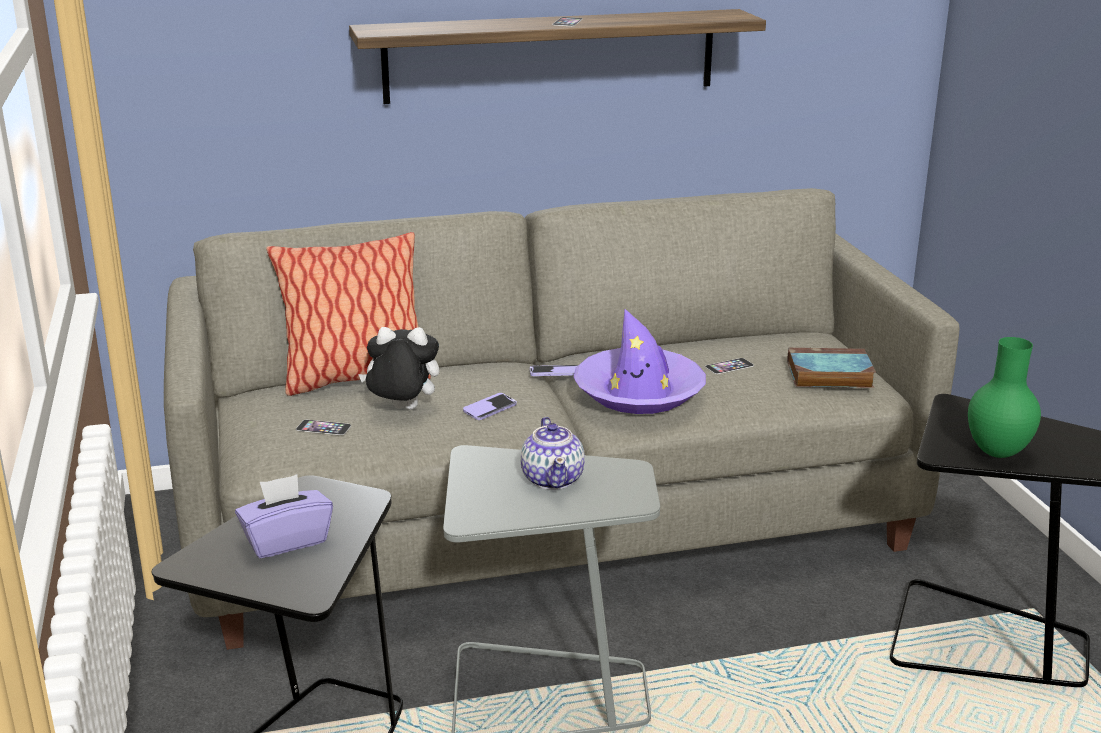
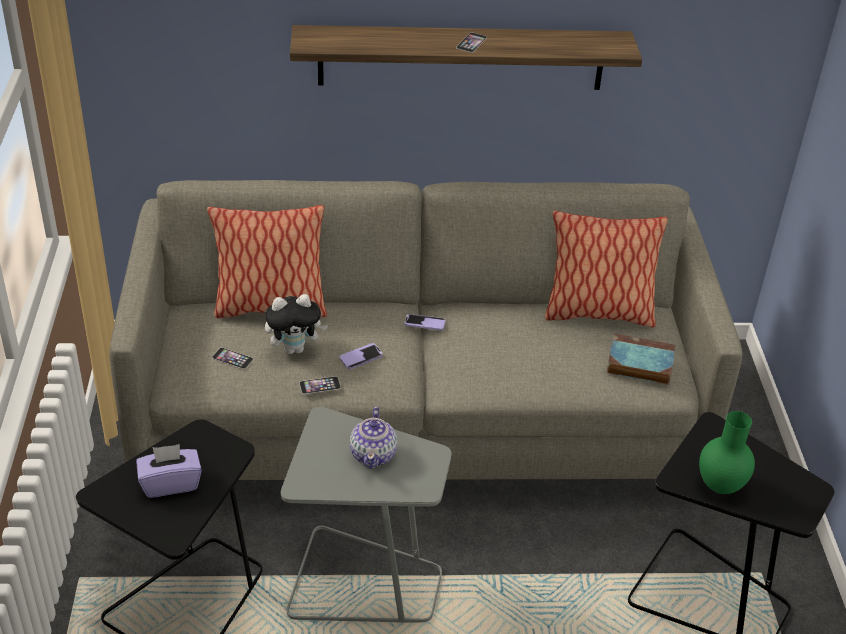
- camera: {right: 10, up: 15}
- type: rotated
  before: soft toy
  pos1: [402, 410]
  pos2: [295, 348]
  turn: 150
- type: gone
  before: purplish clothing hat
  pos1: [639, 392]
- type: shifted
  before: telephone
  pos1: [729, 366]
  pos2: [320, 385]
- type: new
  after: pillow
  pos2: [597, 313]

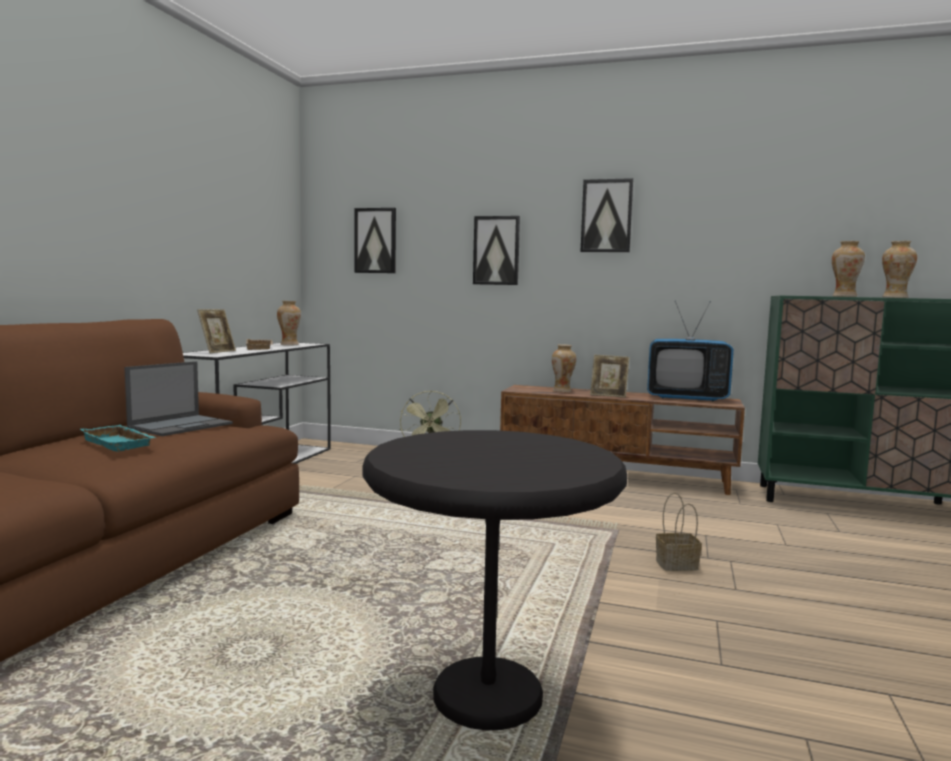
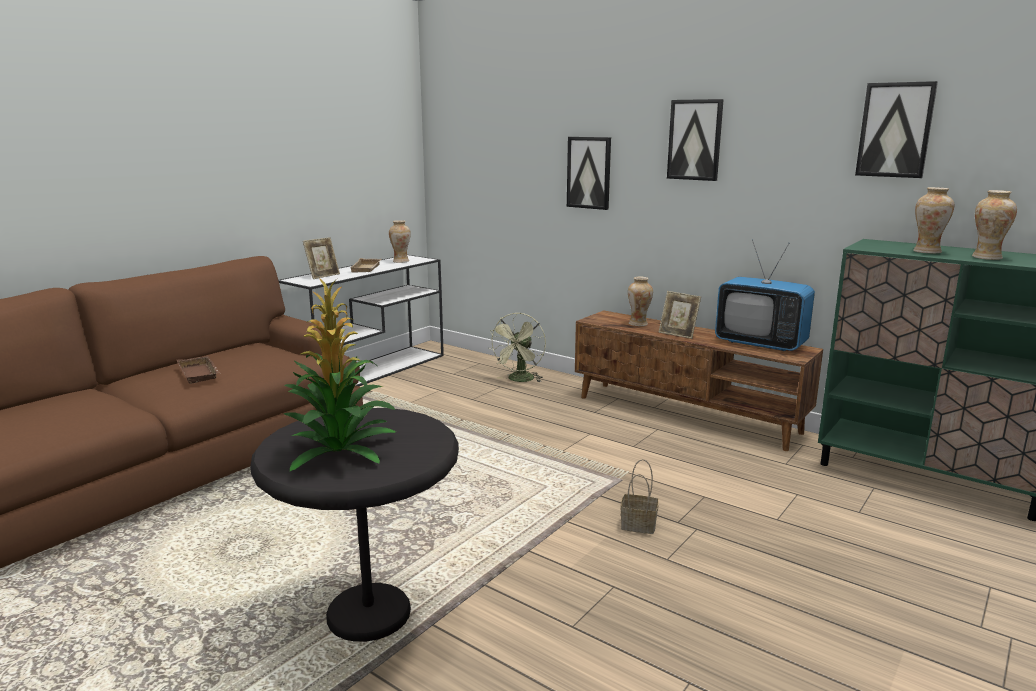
- camera: {right: 20, up: 10}
- type: repainted
  before: turquoise-coloured serving tray
  after: brown-coloured serving tray
  pos1: [121, 443]
  pos2: [201, 373]
- type: gone
  before: laptop
  pos1: [181, 426]
- type: shifted
  before: wall picture
  pos1: [375, 241]
  pos2: [895, 130]
- type: new
  after: houseplant
  pos2: [341, 450]

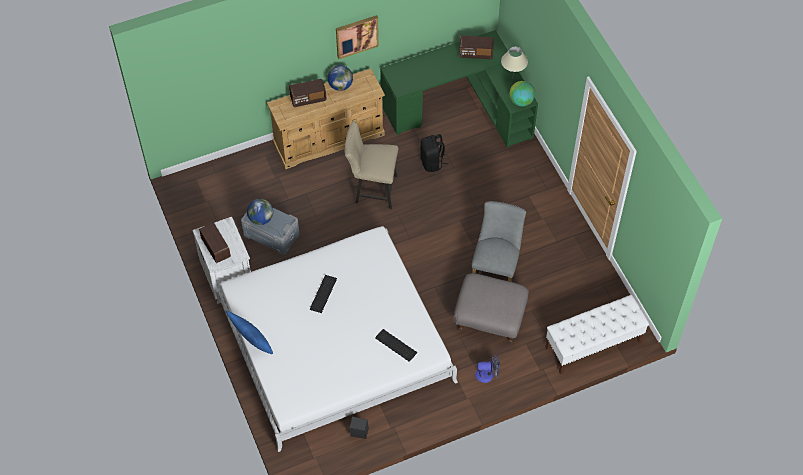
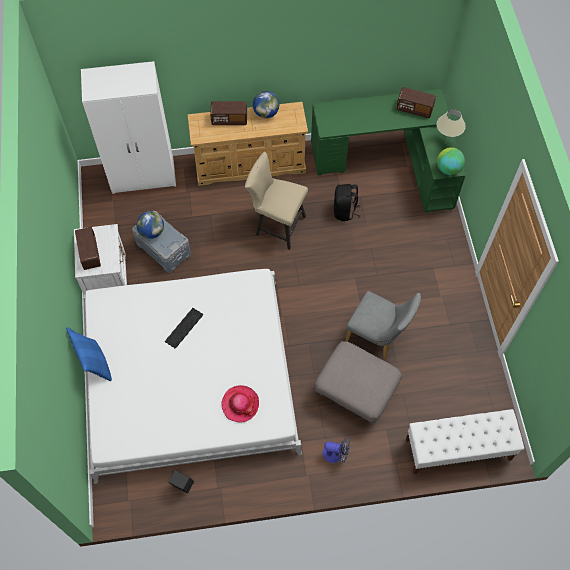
- camera: {right: 15, up: 5}
- type: gone
  before: wall picture
  pos1: [356, 36]
- type: swapped
  before: PC keyboard
  after: clothing hat
  pos1: [395, 345]
  pos2: [240, 404]
- type: rotated
  before: greyish upright chair
  pos1: [496, 267]
  pos2: [378, 337]
  turn: 90
- type: new
  after: white-coloured wardrobe
  pos2: [144, 177]

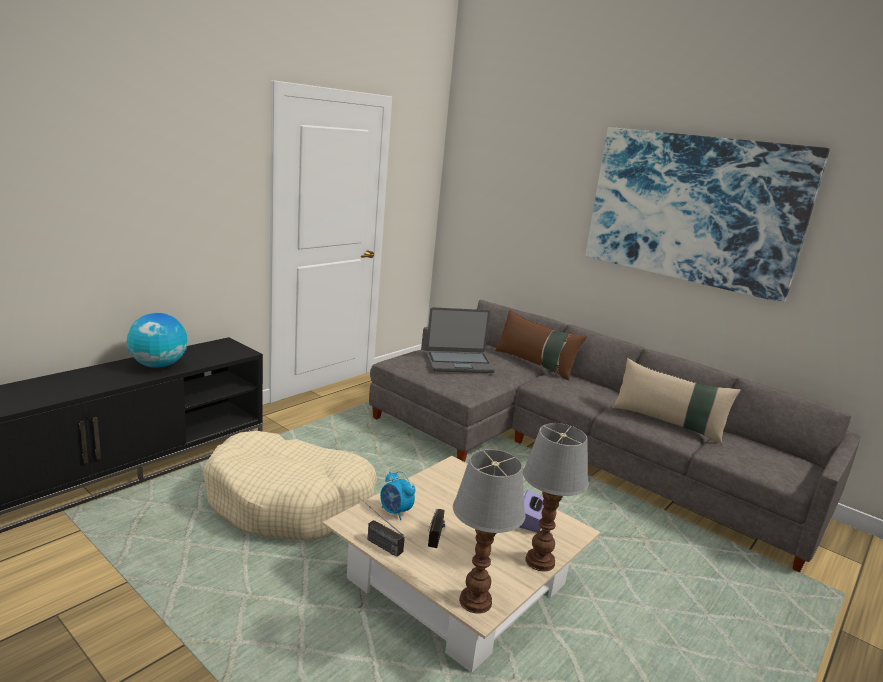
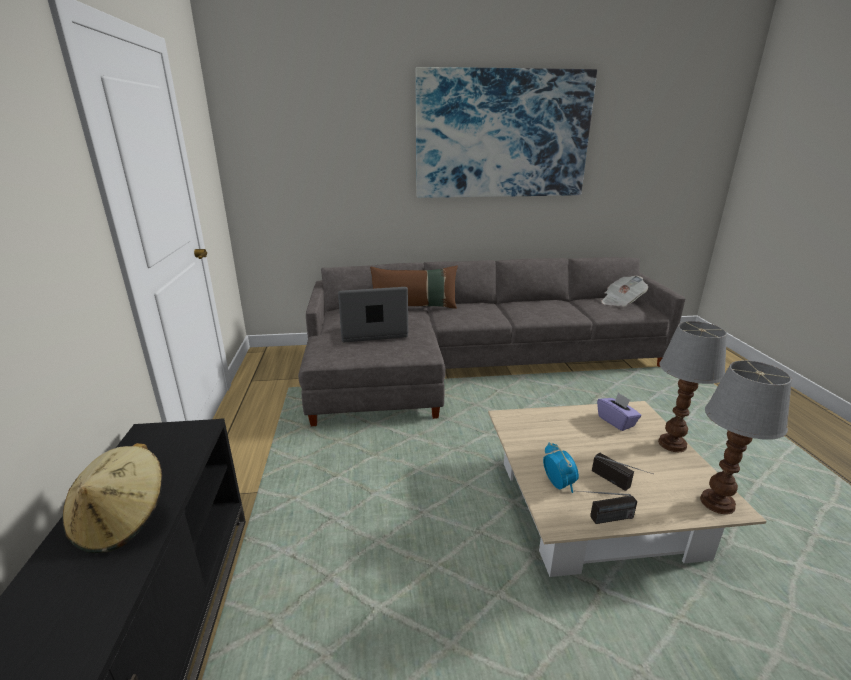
- camera: {right: -45, up: 5}
- type: swapped
  before: desk globe
  after: beige clothing hat
  pos1: [158, 366]
  pos2: [122, 521]
- type: gone
  before: beige pet bed
  pos1: [290, 502]
- type: rotated
  before: bedside clock
  pos1: [395, 512]
  pos2: [558, 484]
  turn: -105
- type: rotated
  before: laptop
  pos1: [459, 363]
  pos2: [373, 331]
  turn: -135
- type: gone
  before: beige pillow
  pos1: [667, 422]
- type: new
  after: printed paper
  pos2: [621, 302]

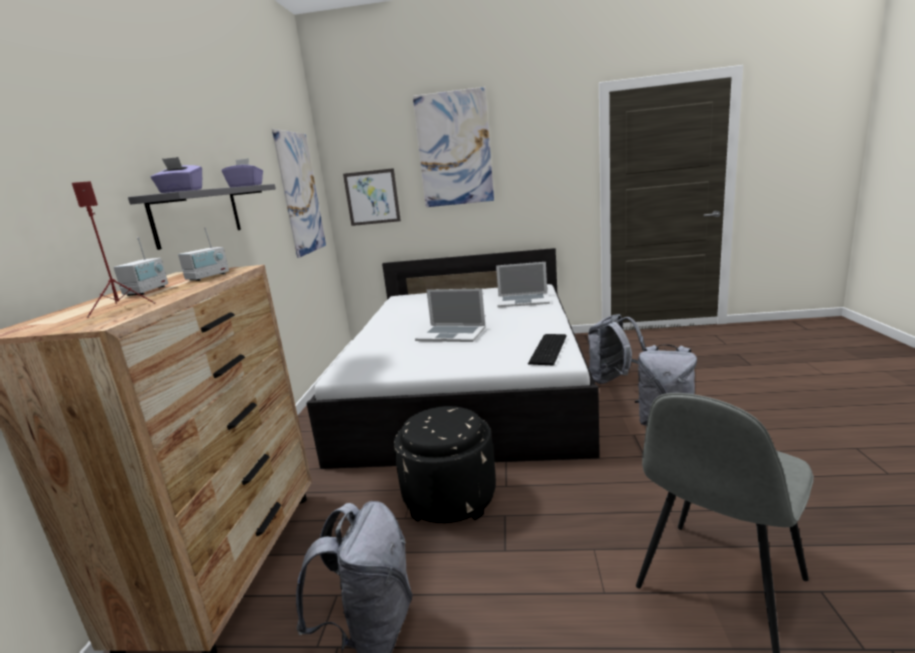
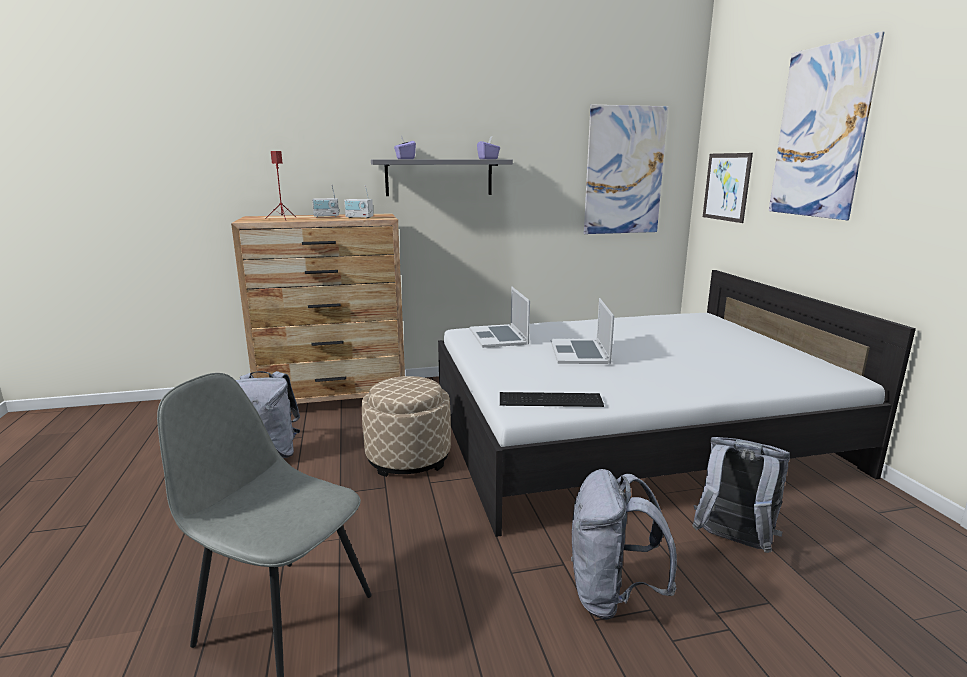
- camera: {right: 70, up: 0}
- type: repainted
  before: blackish ottoman
  after: beige ottoman
  pos1: [450, 497]
  pos2: [408, 457]
- type: shifted
  before: laptop
  pos1: [523, 300]
  pos2: [498, 336]

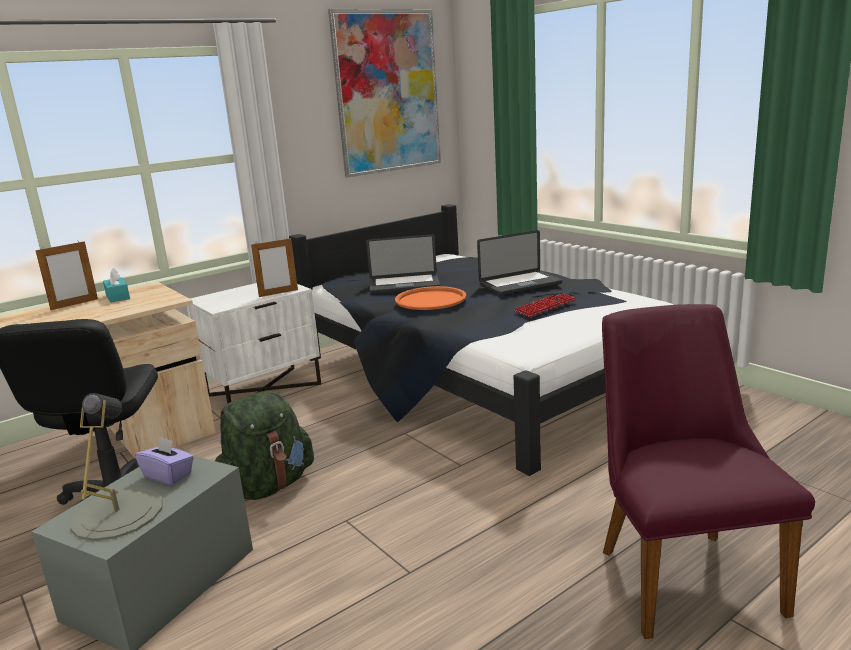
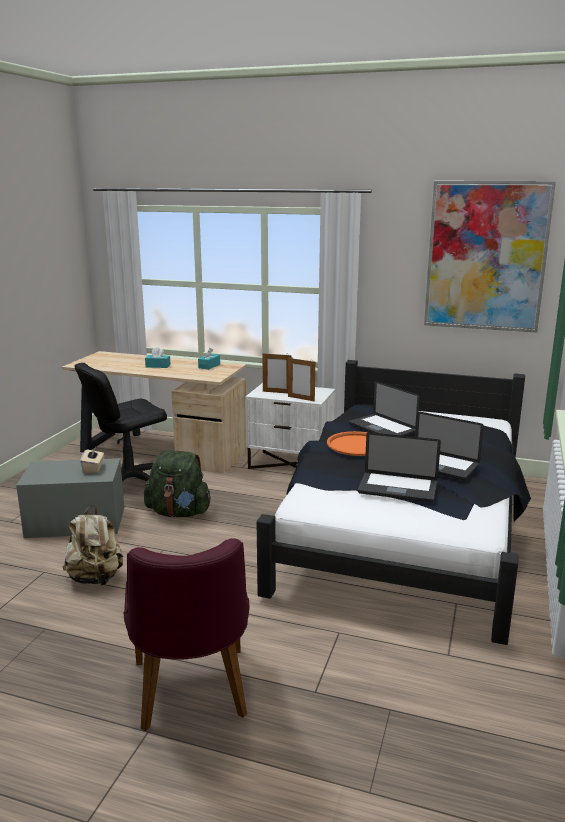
- camera: {right: 55, up: 0}
- type: shifted
  before: photo frame
  pos1: [74, 304]
  pos2: [277, 392]
- type: gone
  before: greyish tabletop lamp
  pos1: [117, 514]
- type: repainted
  before: purplish box of tissues
  after: beige box of tissues
  pos1: [168, 475]
  pos2: [93, 468]
- type: swapped
  before: PC keyboard
  after: laptop
  pos1: [545, 306]
  pos2: [397, 488]
- type: rotated
  before: purplish upright chair
  pos1: [679, 570]
  pos2: [191, 696]
  turn: 120
- type: new
  after: beige knapsack
  pos2: [96, 578]
- type: new
  after: turquoise-coloured box of tissues
  pos2: [158, 366]

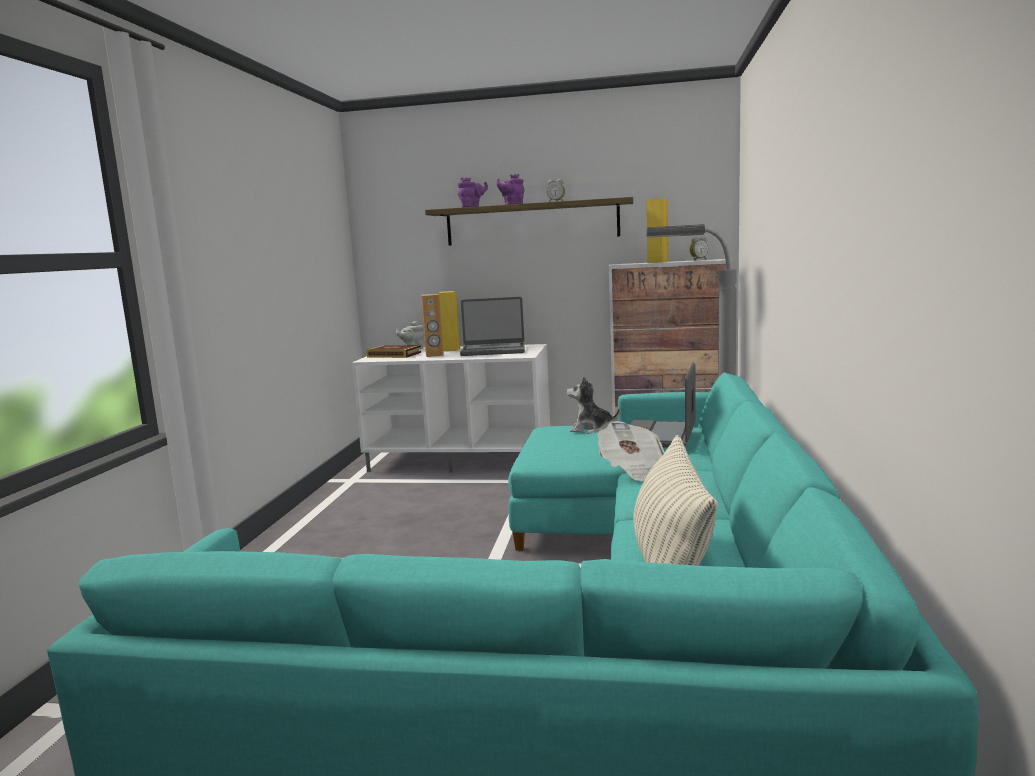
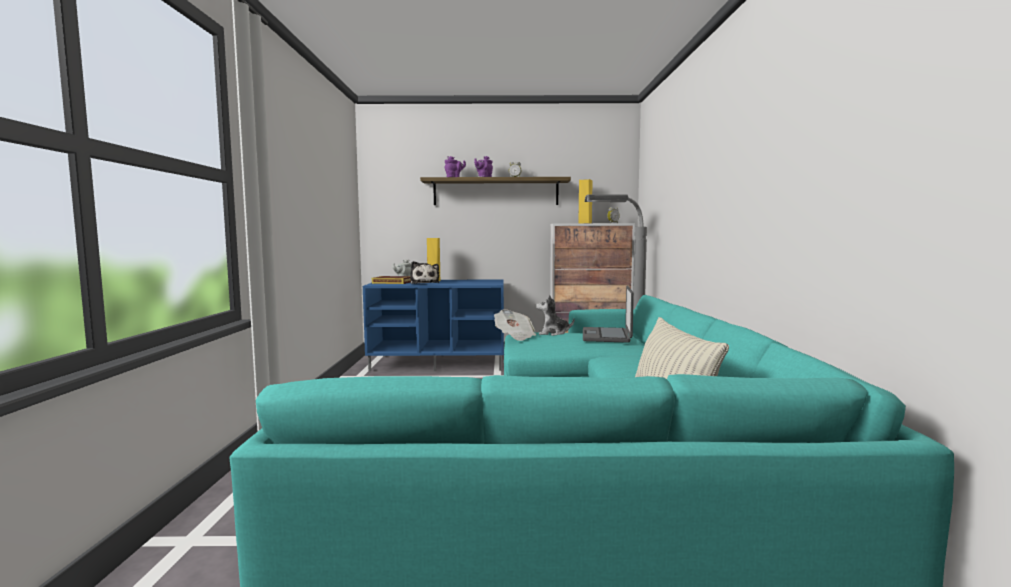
- camera: {right: -10, up: -5}
- type: repainted
  before: white-coloured tv stand
  after: blue-coloured tv stand
  pos1: [462, 458]
  pos2: [440, 362]
- type: swapped
  before: brown-coloured audio speaker
  after: soft toy
  pos1: [434, 355]
  pos2: [424, 283]
- type: gone
  before: laptop
  pos1: [493, 351]
- type: shifted
  before: printed paper
  pos1: [633, 469]
  pos2: [514, 336]

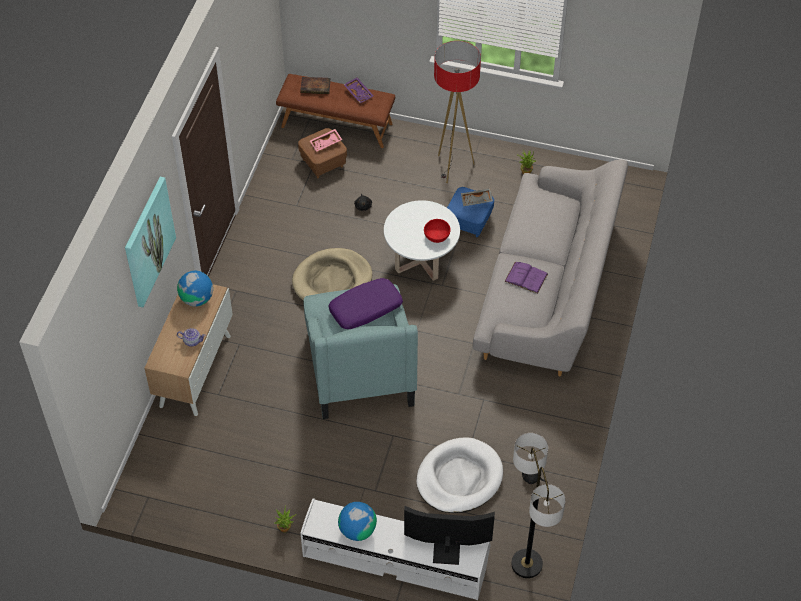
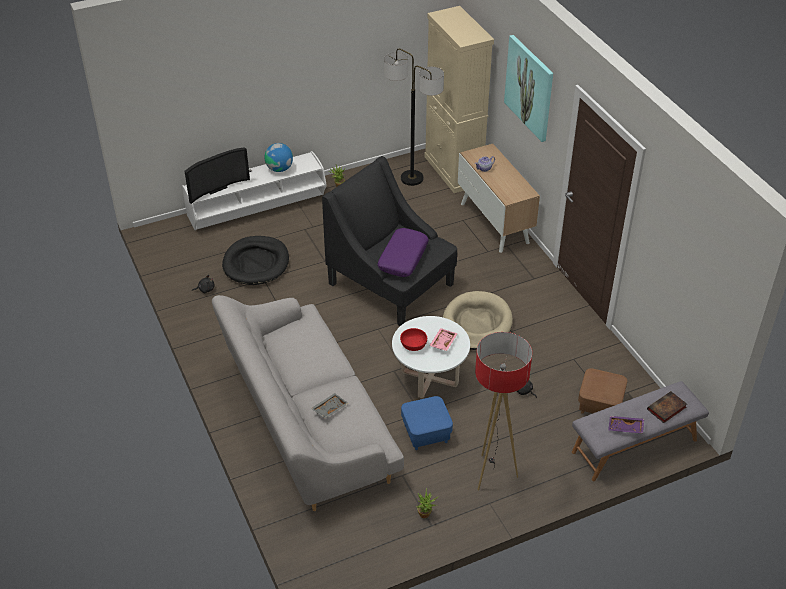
- camera: {right: 140, up: -10}
- type: gone
  before: desk globe
  pos1: [197, 299]
- type: repainted
  before: brown-coloured bench
  after: greyish bench
  pos1: [337, 124]
  pos2: [634, 446]
- type: repainted
  before: turquoise-coloured lounge chair
  after: blackish lounge chair
  pos1: [359, 367]
  pos2: [391, 284]
- type: shifted
  before: pinkish serving tray
  pos1: [326, 143]
  pos2: [442, 342]
- type: repainted
  before: white-coloured pet bed
  after: blackish pet bed
  pos1: [459, 478]
  pos2: [256, 263]
- type: shifted
  before: greyish serving tray
  pos1: [476, 200]
  pos2: [329, 408]
- type: gone
  before: purplish bound book
  pos1: [526, 277]
- type: shifted
  before: standard lamp
  pos1: [527, 564]
  pos2: [412, 178]
- type: new
  after: beige cabinet
  pos2: [453, 170]

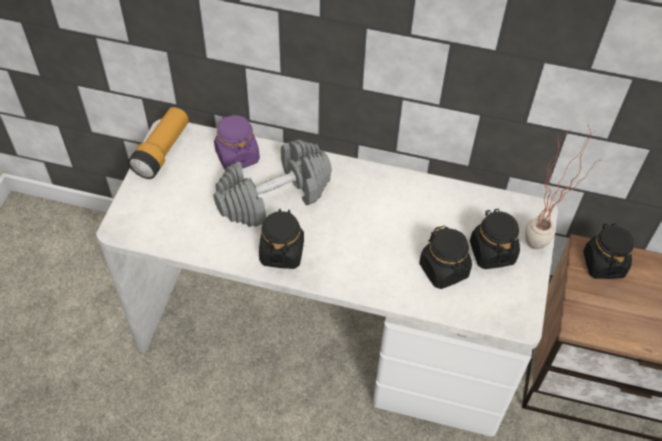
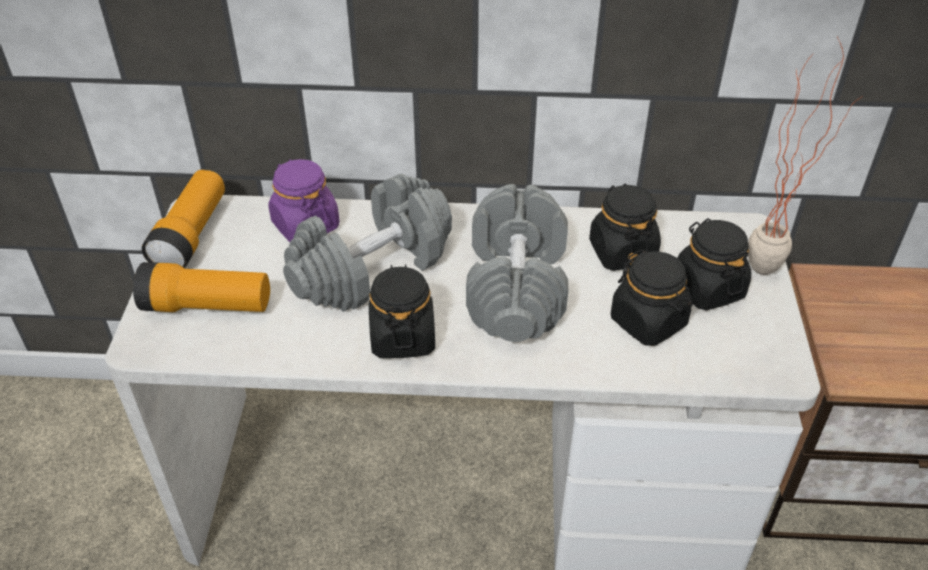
- camera: {right: -10, up: -10}
- type: shifted
  before: blackish jar
  pos1: [603, 264]
  pos2: [622, 252]
- type: new
  after: hand torch
  pos2: [207, 306]
- type: new
  after: greyish free weight
  pos2: [517, 287]

